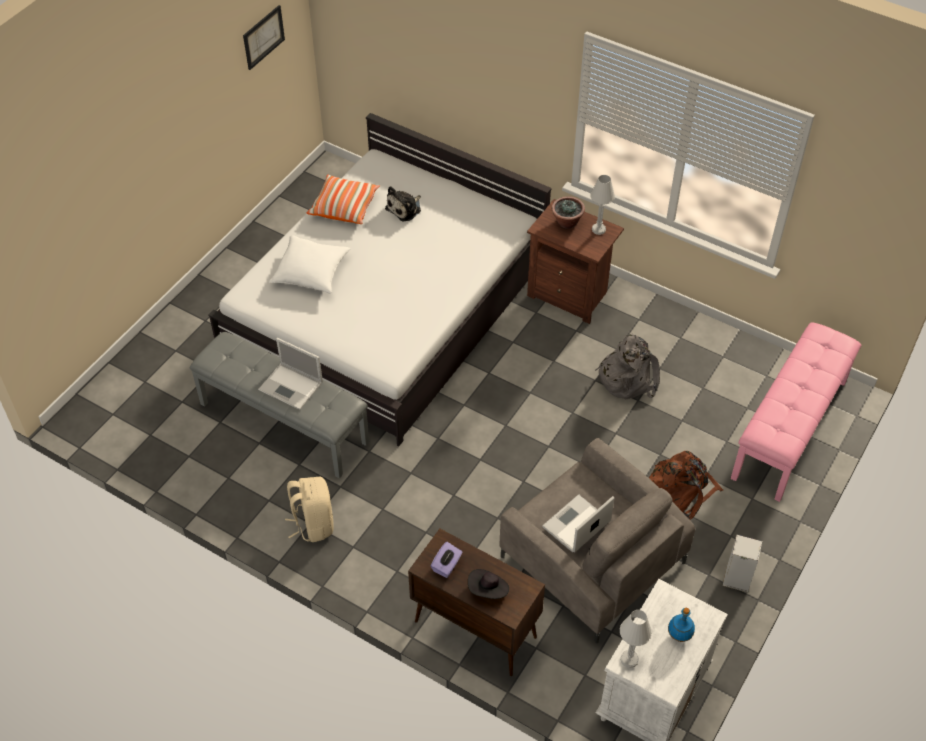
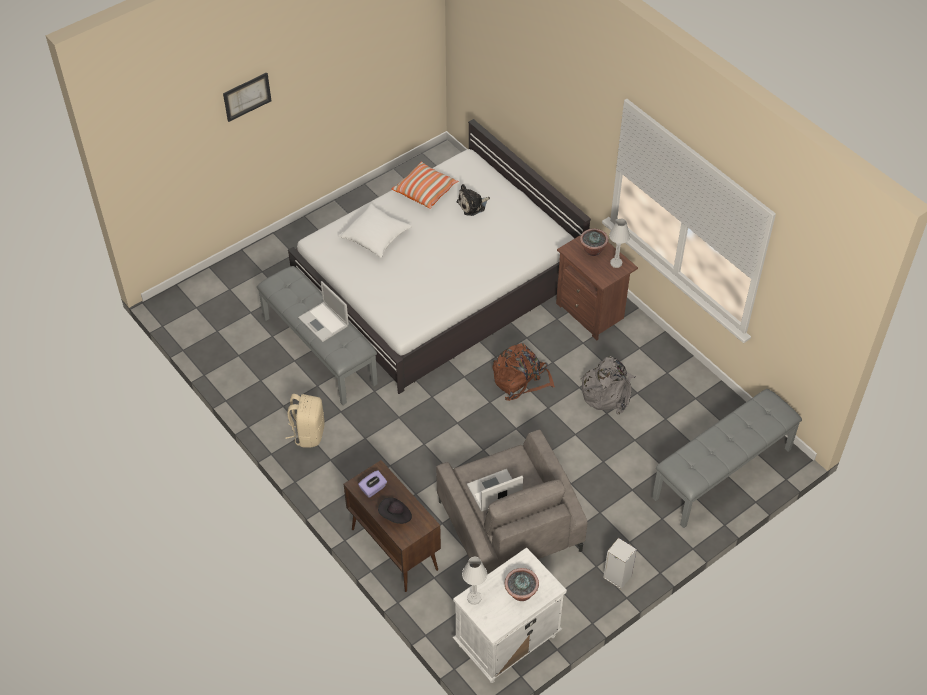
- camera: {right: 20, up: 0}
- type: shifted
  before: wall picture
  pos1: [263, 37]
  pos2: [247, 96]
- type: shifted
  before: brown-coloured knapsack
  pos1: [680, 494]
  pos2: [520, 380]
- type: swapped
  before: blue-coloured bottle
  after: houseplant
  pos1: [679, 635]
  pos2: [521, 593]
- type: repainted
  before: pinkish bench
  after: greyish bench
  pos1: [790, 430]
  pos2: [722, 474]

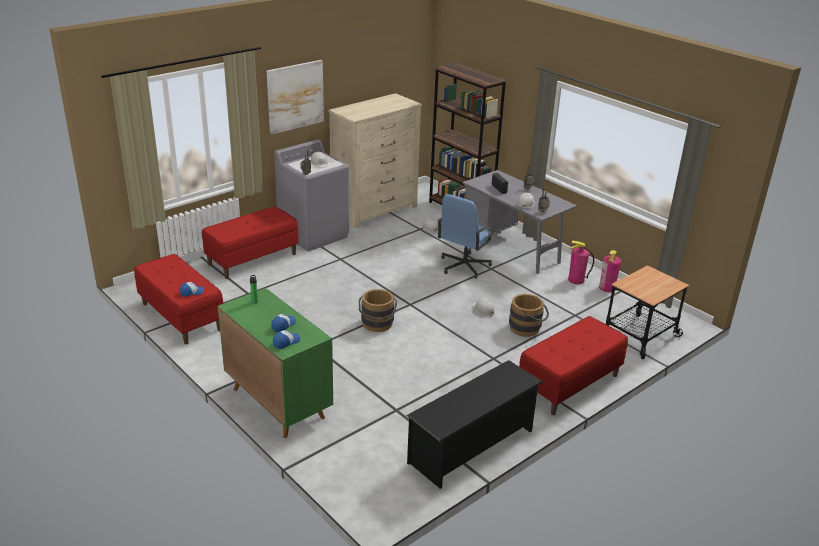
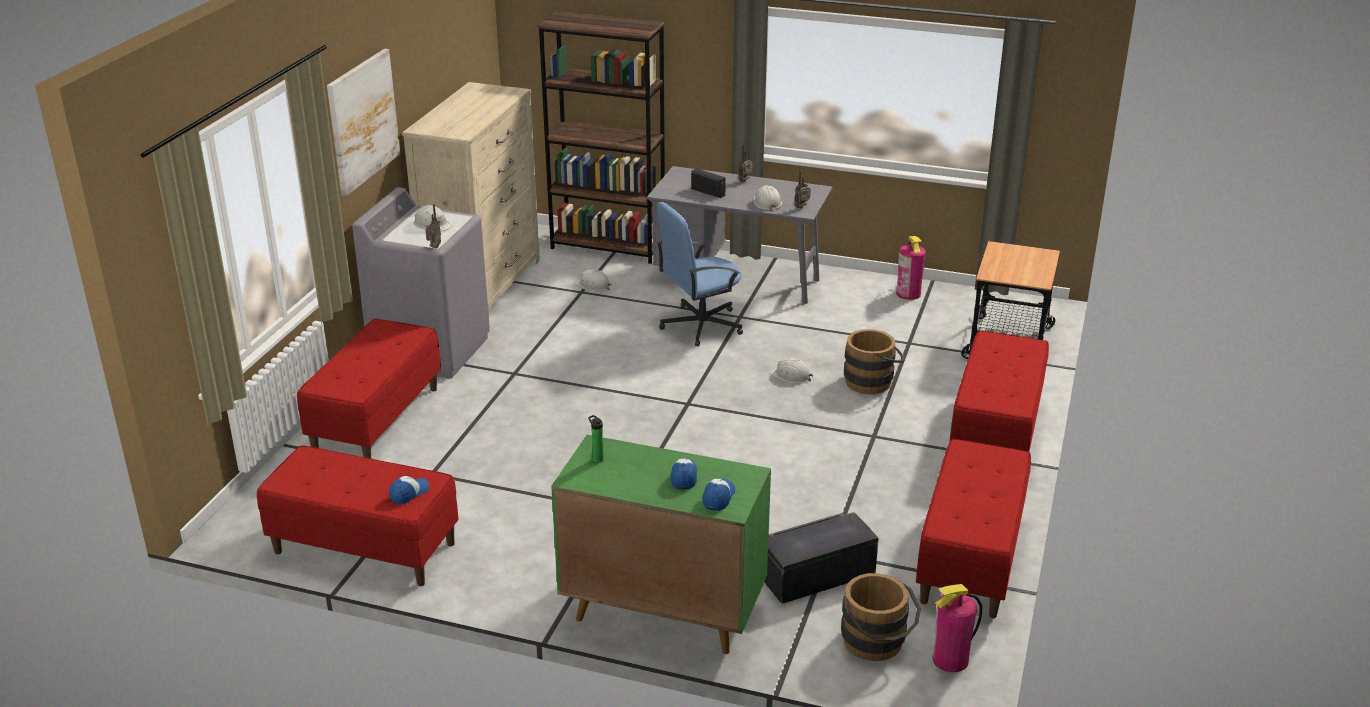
- camera: {right: -30, up: 0}
- type: shifted
  before: brown-coloured bucket
  pos1: [377, 325]
  pos2: [876, 644]
- type: swapped
  before: blackish shoe stand
  after: red-coloured bench
  pos1: [471, 447]
  pos2: [970, 559]
- type: rotated
  before: blue-coloured computer chair
  pos1: [463, 266]
  pos2: [700, 325]
  turn: 60
- type: shifted
  before: extinguisher
  pos1: [576, 280]
  pos2: [950, 660]
- type: new
  after: blackish storage box
  pos2: [816, 574]

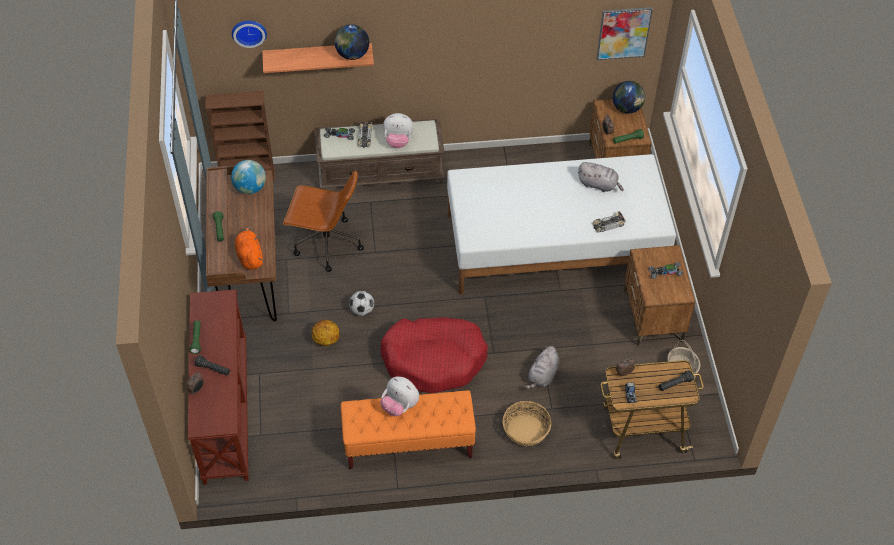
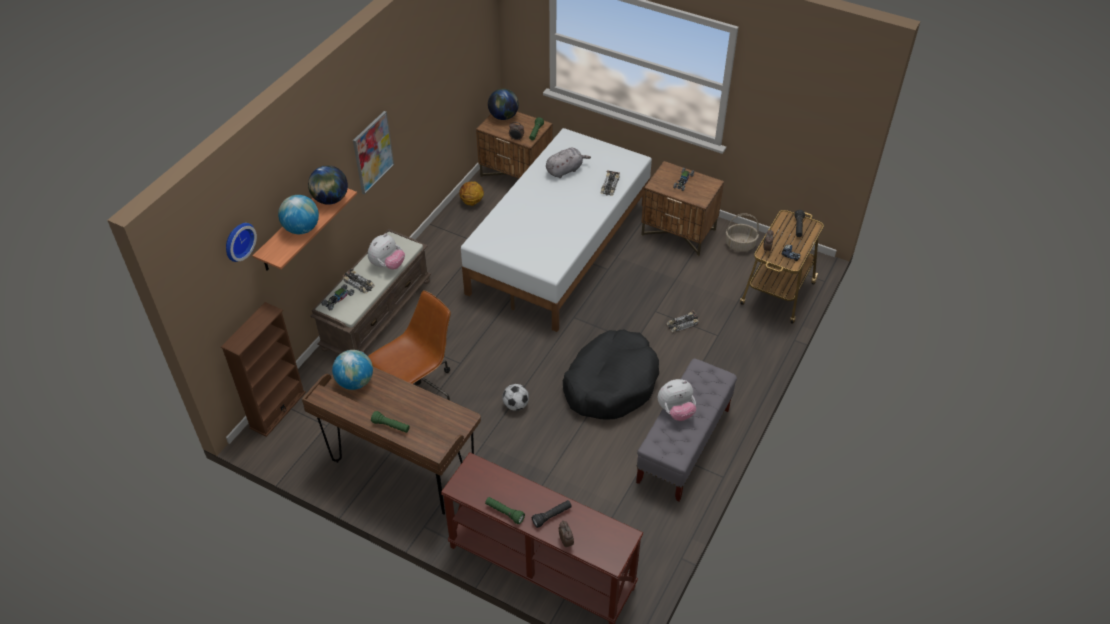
- camera: {right: -55, up: -5}
- type: gone
  before: orange-coloured soft toy
  pos1: [249, 256]
- type: shifted
  before: ball for basketball
  pos1: [326, 340]
  pos2: [471, 202]
- type: repainted
  before: orange-coloured bench
  after: greyish bench
  pos1: [408, 444]
  pos2: [683, 446]
- type: repainted
  before: red-coloured pet bed
  after: blackish pet bed
  pos1: [434, 360]
  pos2: [610, 383]
- type: gone
  before: storage basket
  pos1: [525, 430]
- type: swapped
  before: greyish soft toy
  after: toy car
  pos1: [542, 376]
  pos2: [682, 324]
- type: shifted
  before: wall picture
  pos1: [623, 33]
  pos2: [373, 152]
- type: new
  after: desk globe
  pos2: [301, 229]

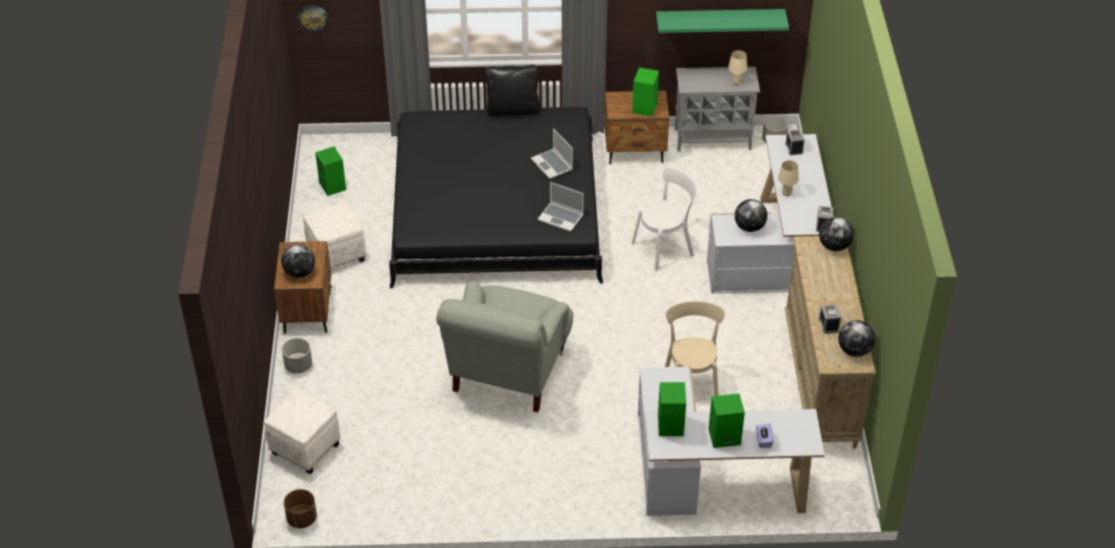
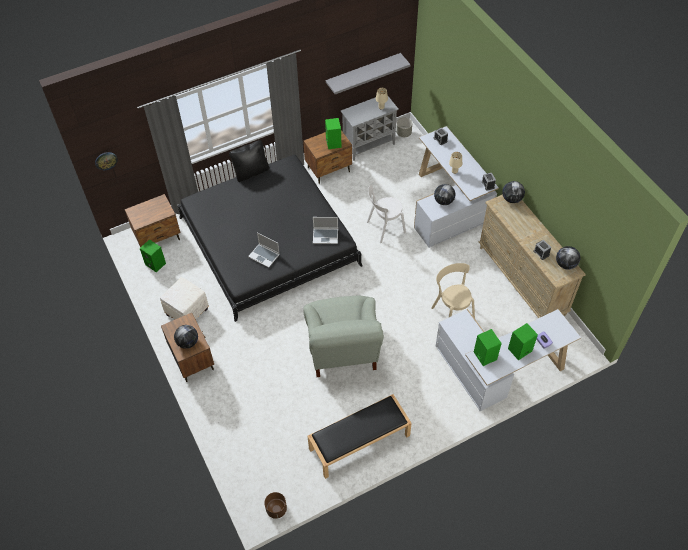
- camera: {right: -25, up: 10}
- type: gone
  before: white-coloured ottoman
  pos1: [304, 449]
- type: gone
  before: greyish flower pot
  pos1: [298, 366]
- type: shifted
  before: laptop
  pos1: [552, 165]
  pos2: [264, 256]
- type: rotated
  before: white-coloured upright chair
  pos1: [665, 248]
  pos2: [384, 228]
  turn: -150
- type: repainted
  before: green-coloured shelf
  after: greyish shelf
  pos1: [719, 20]
  pos2: [363, 72]
- type: new
  after: brown-coloured night table
  pos2: [158, 238]
- type: new
  after: blackish bench
  pos2: [359, 442]

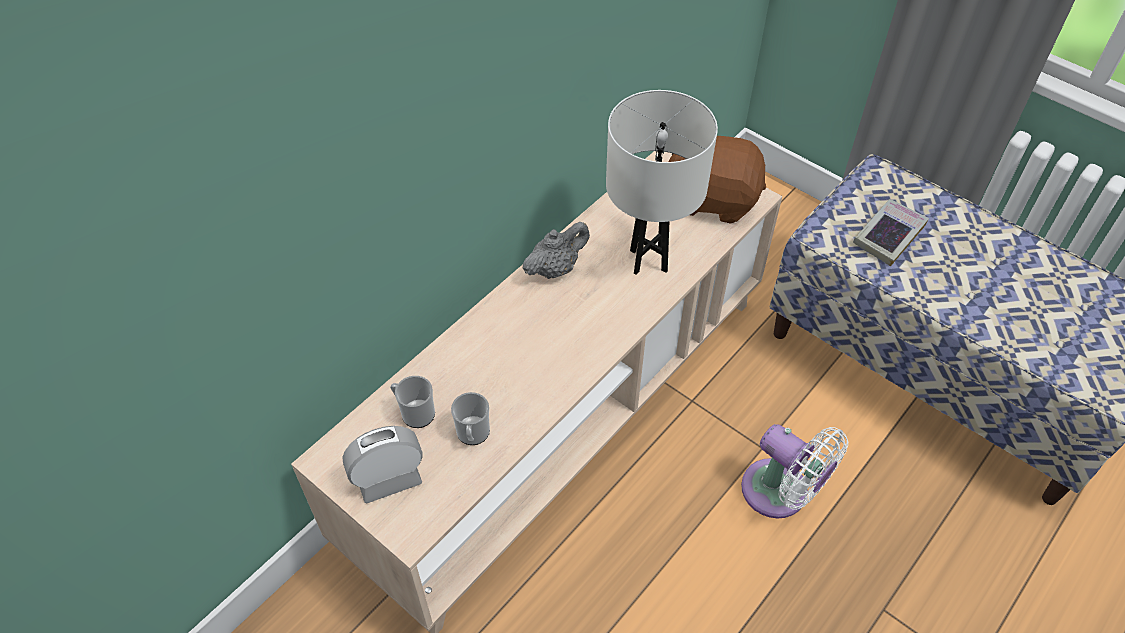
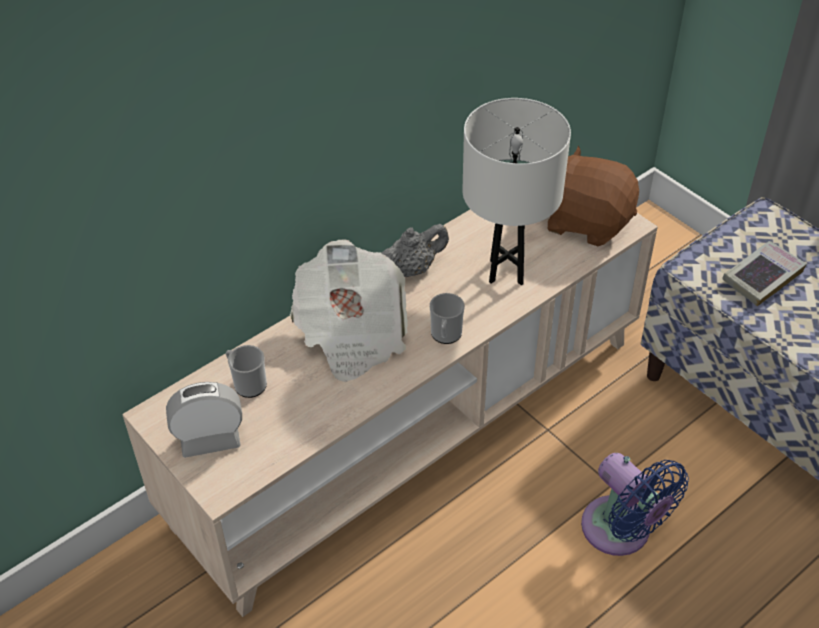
- camera: {right: 10, up: -5}
- type: shifted
  before: tea mug
  pos1: [473, 435]
  pos2: [445, 335]
- type: repainted
  before: white-coloured cooling fan
  after: blue-coloured cooling fan
  pos1: [780, 494]
  pos2: [621, 532]
- type: new
  after: printed paper
  pos2: [351, 333]

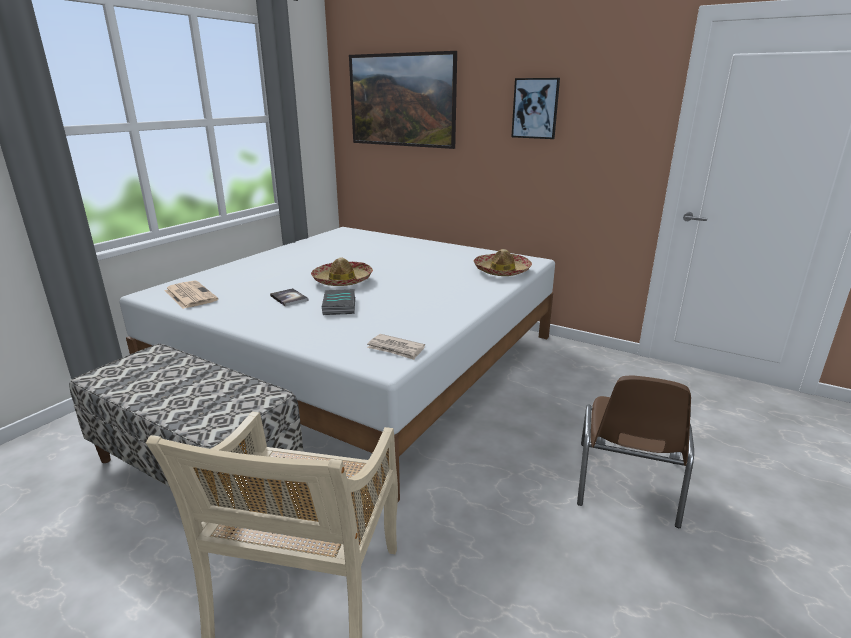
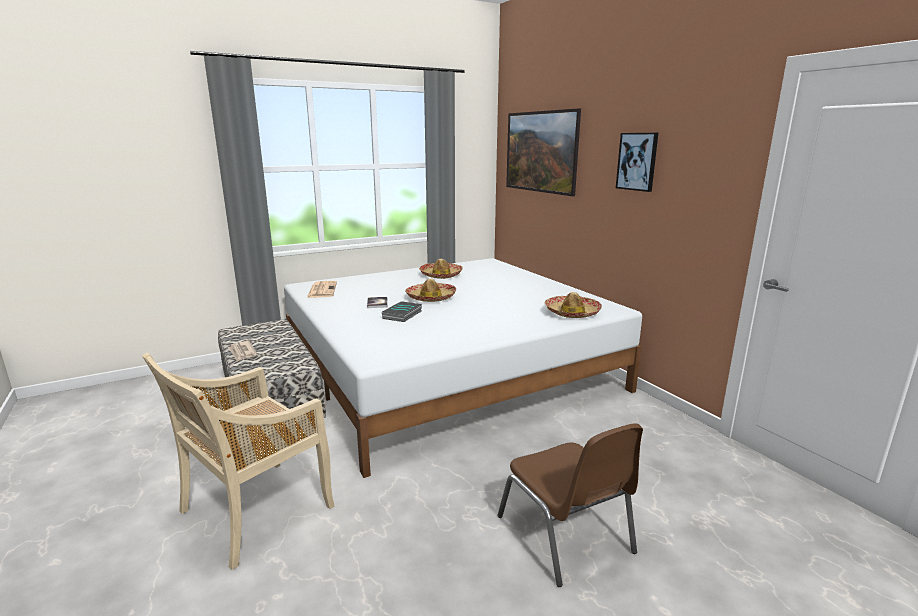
- camera: {right: 30, up: -5}
- type: shifted
  before: printed paper
  pos1: [396, 349]
  pos2: [242, 352]
- type: rotated
  before: brown-coloured upright chair
  pos1: [626, 483]
  pos2: [566, 535]
  turn: -75
- type: new
  after: clothing hat
  pos2: [441, 275]

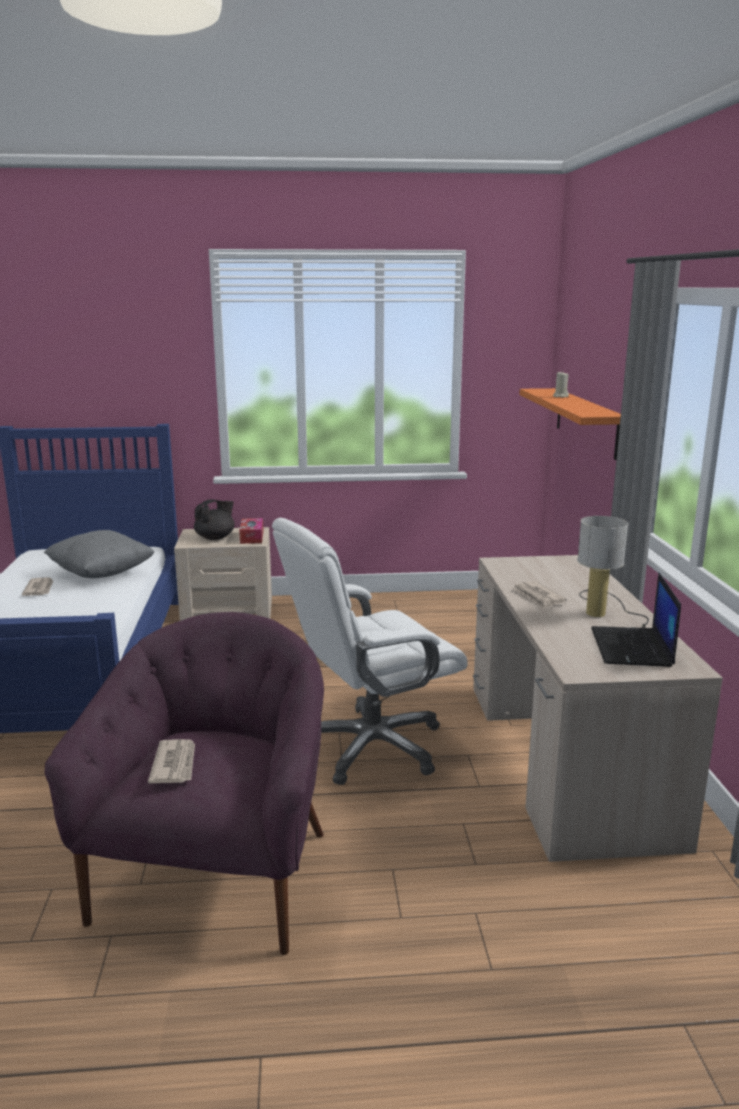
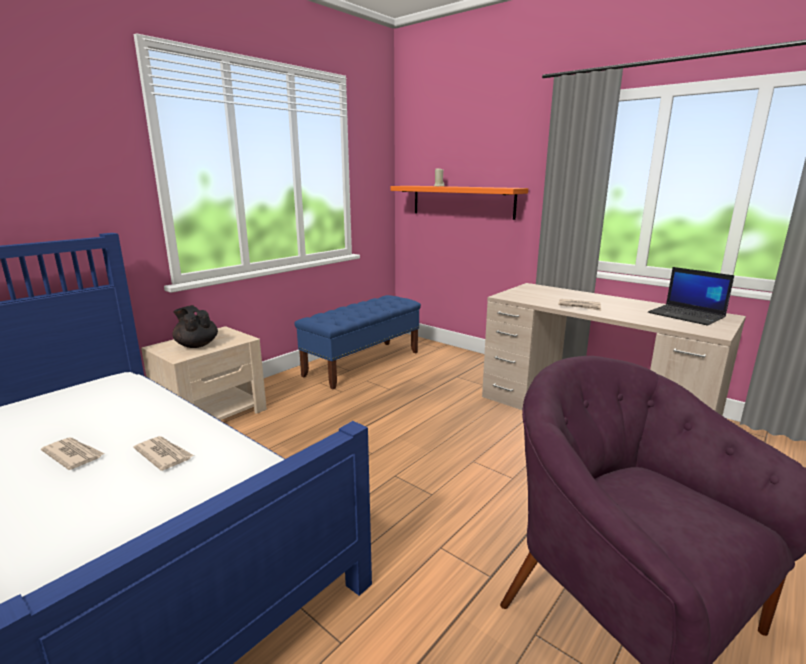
- camera: {right: -45, up: 0}
- type: gone
  before: greyish pillow
  pos1: [102, 573]
- type: shifted
  before: printed paper
  pos1: [175, 764]
  pos2: [164, 454]
- type: rotated
  before: blackish teapot
  pos1: [215, 538]
  pos2: [196, 345]
  turn: -45
- type: gone
  before: box of tissues
  pos1: [252, 537]
- type: gone
  before: white-coloured computer chair
  pos1: [371, 746]
- type: gone
  before: tabletop lamp
  pos1: [603, 610]
- type: new
  after: blue-coloured bench
  pos2: [363, 363]

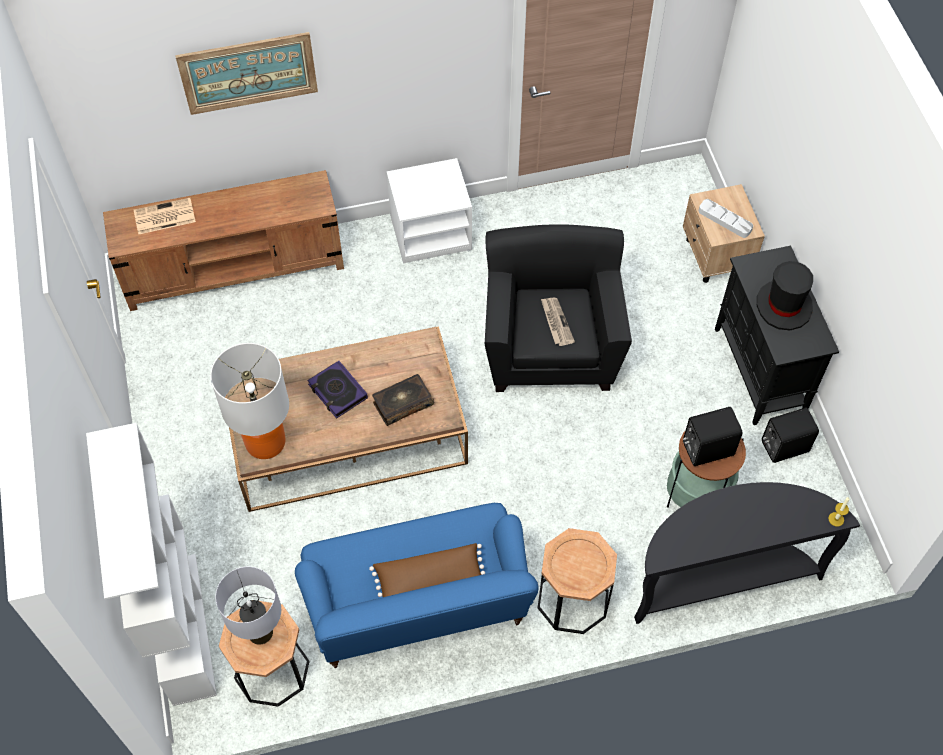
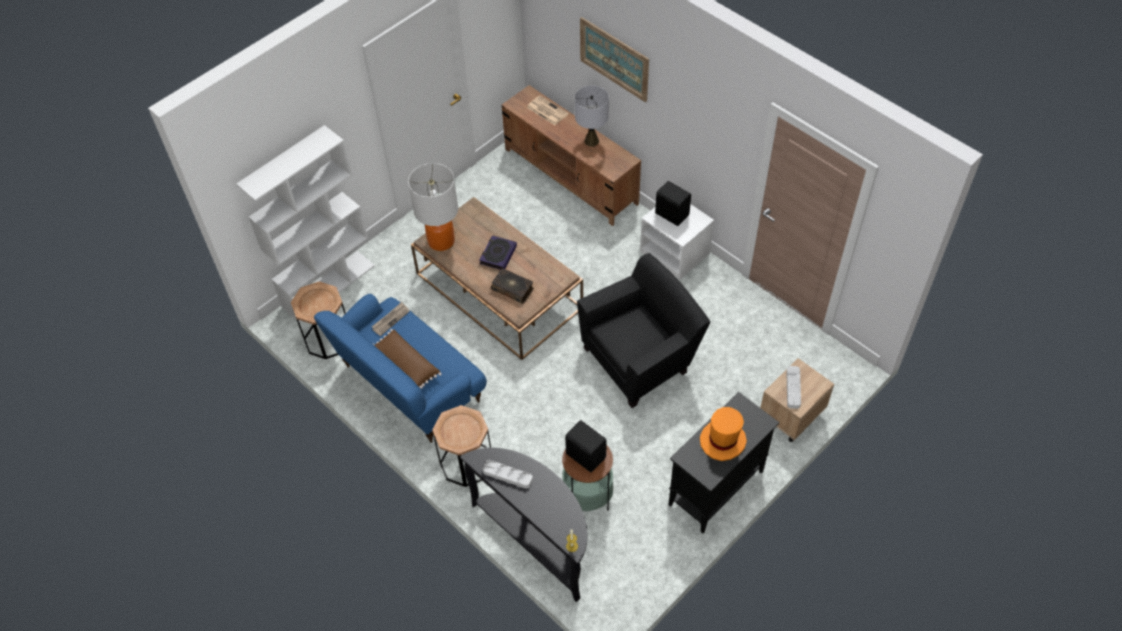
- camera: {right: 60, up: -5}
- type: shifted
  before: greyish tabletop lamp
  pos1: [260, 632]
  pos2: [591, 141]
- type: shifted
  before: printed paper
  pos1: [556, 322]
  pos2: [390, 319]
- type: repainted
  before: blackish clothing hat
  after: orange-coloured clothing hat
  pos1: [784, 306]
  pos2: [723, 441]
- type: shifted
  before: blackish audio speaker
  pos1: [783, 445]
  pos2: [672, 213]
- type: new
  after: greyish serving tray
  pos2: [507, 475]

